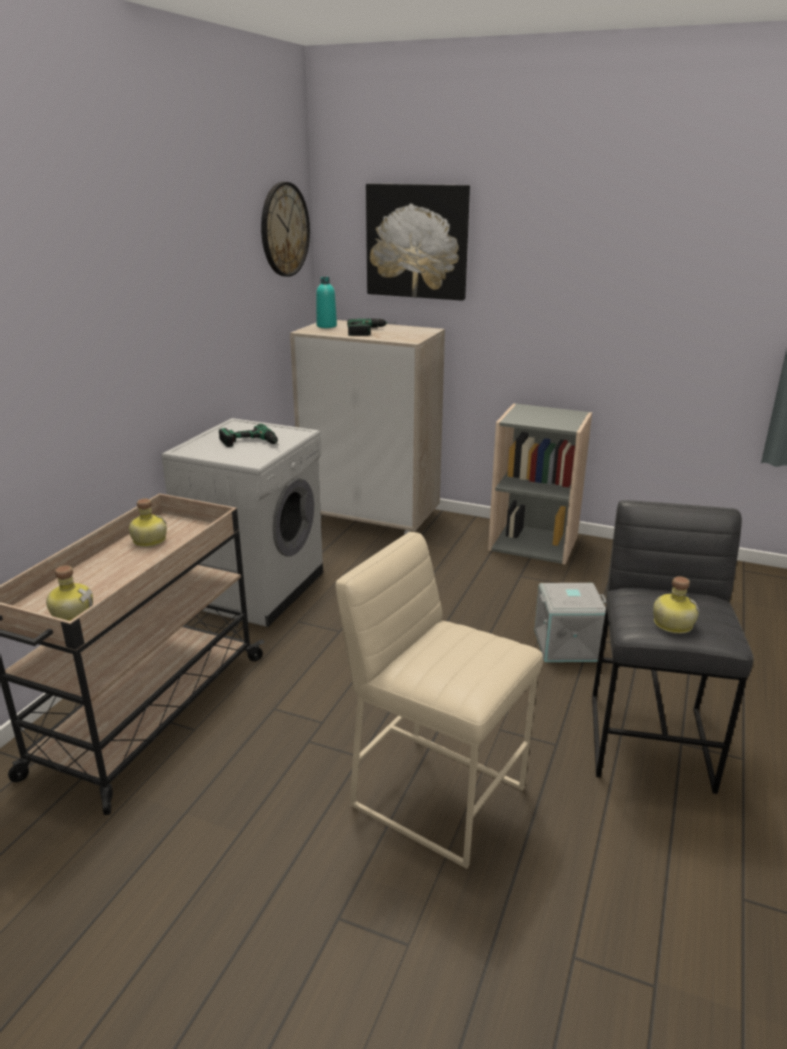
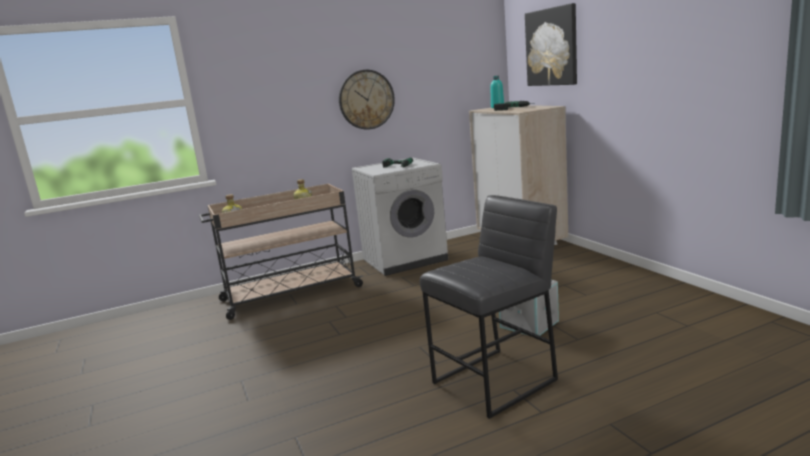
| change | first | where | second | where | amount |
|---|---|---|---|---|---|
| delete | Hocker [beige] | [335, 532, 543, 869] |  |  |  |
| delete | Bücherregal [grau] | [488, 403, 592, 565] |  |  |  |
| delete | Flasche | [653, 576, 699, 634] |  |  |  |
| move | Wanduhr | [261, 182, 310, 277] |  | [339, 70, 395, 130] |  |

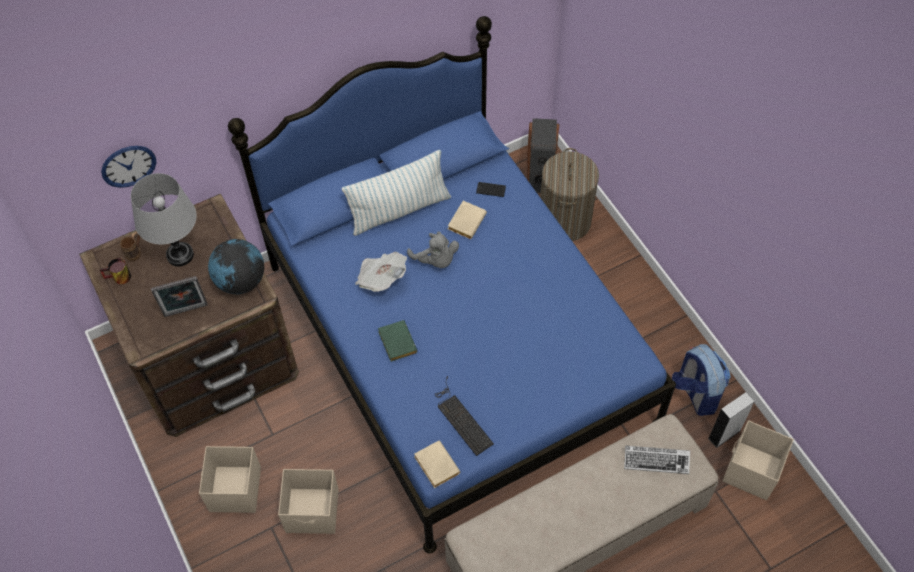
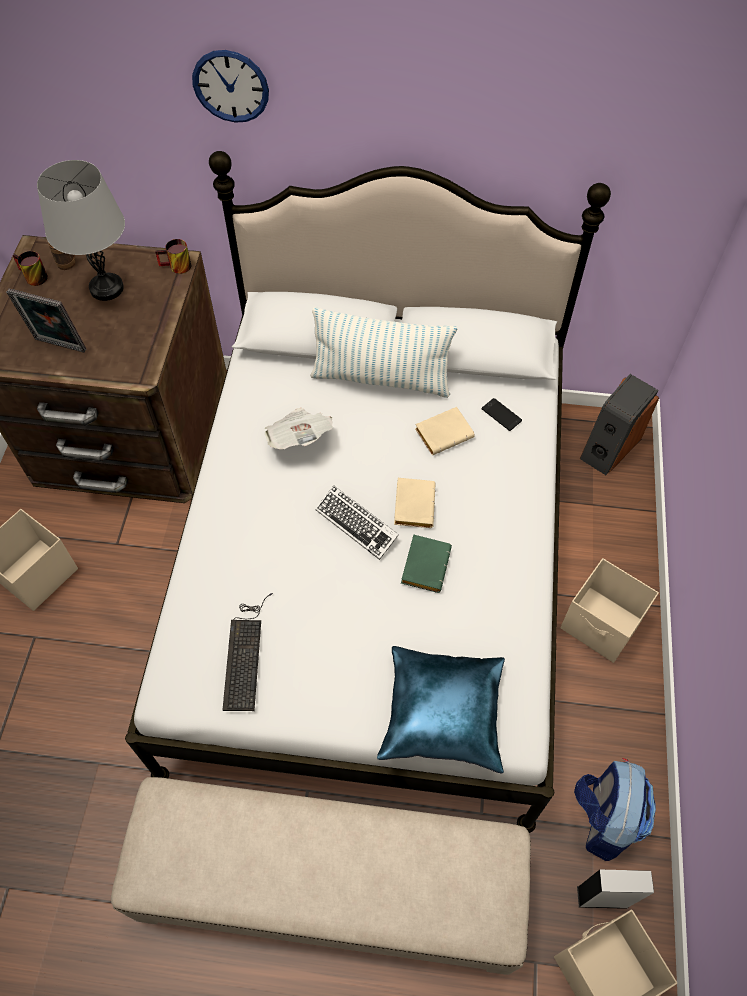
| change | first | where | second | where | amount |
|---|---|---|---|---|---|
| delete | Globus | [208, 239, 264, 294] |  |  |  |
| delete | Plüschtier [grau] | [407, 231, 459, 268] |  |  |  |
| delete | Wäschekorb | [540, 148, 599, 241] |  |  |  |
| insert |  |  | Henkelbecher | [155, 239, 191, 274] |  |
| insert |  |  | Kissen [blau] | [377, 646, 505, 773] |  |
| move | Wanduhr | [101, 146, 157, 188] |  | [192, 50, 269, 123] |  |
| move | Aufbewahrungsbox [beige] | [278, 469, 339, 534] |  | [560, 558, 659, 663] |  |
| move | Buch [grün] | [378, 320, 418, 362] |  | [401, 535, 452, 593] |  |
| move | Buch [beige] | [414, 441, 460, 488] |  | [394, 478, 436, 528] |  |
| move | Tastatur | [624, 446, 690, 474] |  | [315, 485, 399, 560] |  |
| recolor | Bett [blau] | [228, 16, 676, 553] | Bett [weiß] | [125, 151, 611, 833] |  |

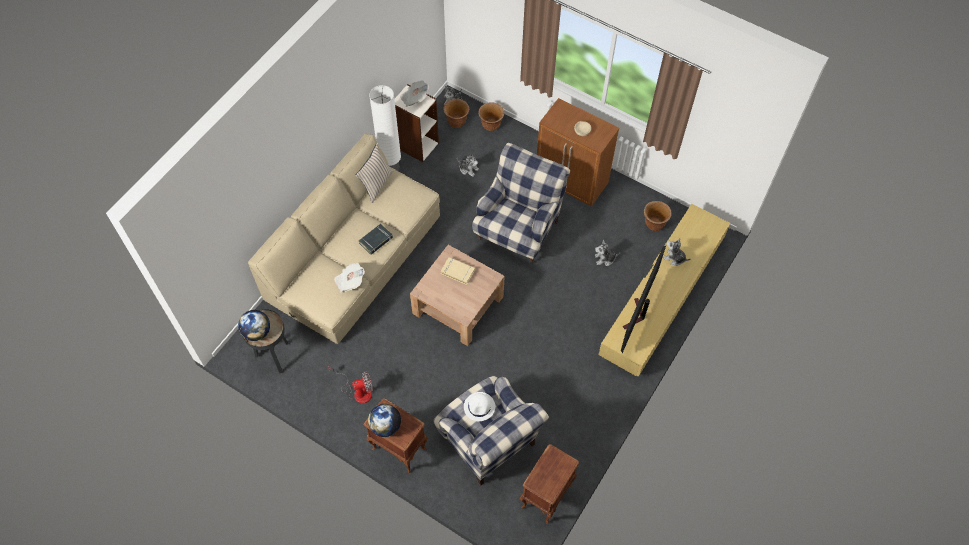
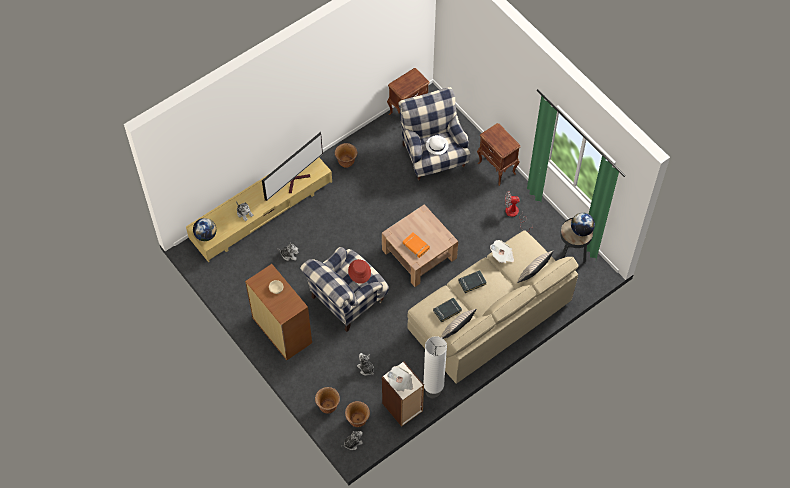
| change | first | where | second | where | amount |
|---|---|---|---|---|---|
| insert |  |  | Hut [rot] | [348, 259, 371, 284] |  |
| insert |  |  | Buch [schwarz] | [433, 298, 462, 323] |  |
| insert |  |  | Kissen [beige] | [517, 251, 553, 283] |  |
| move | Globus | [368, 404, 401, 437] |  | [193, 218, 216, 241] |  |
| move | Pflanzkübel [braun] | [644, 201, 672, 231] |  | [335, 143, 357, 168] |  |
| recolor | Buch [beige] | [440, 257, 475, 285] | Buch [orange] | [403, 232, 430, 258] |  |

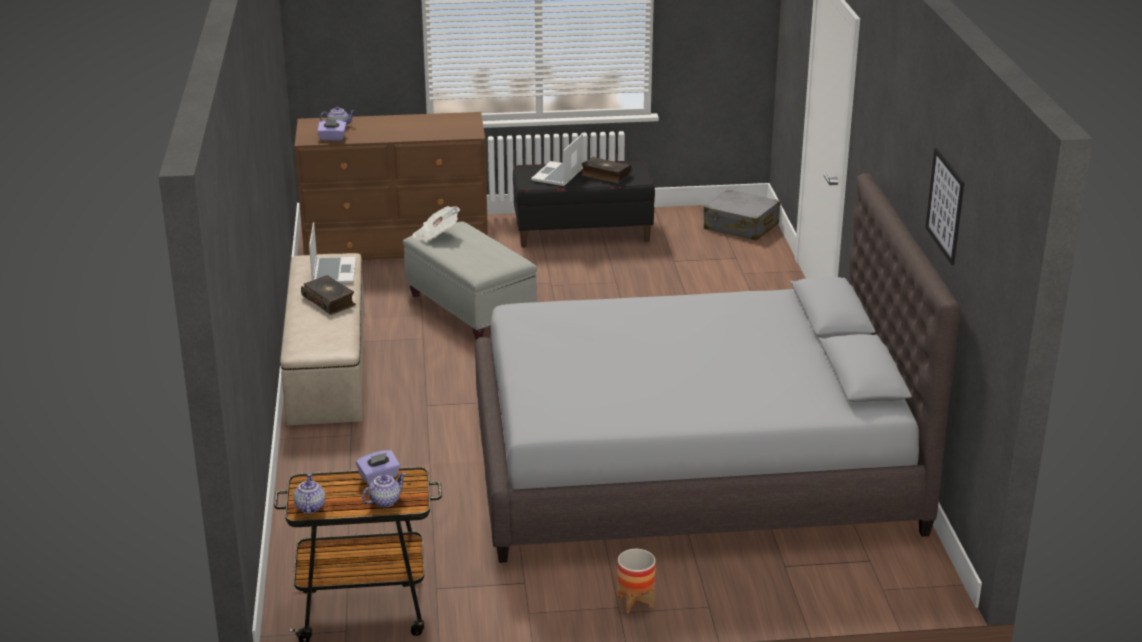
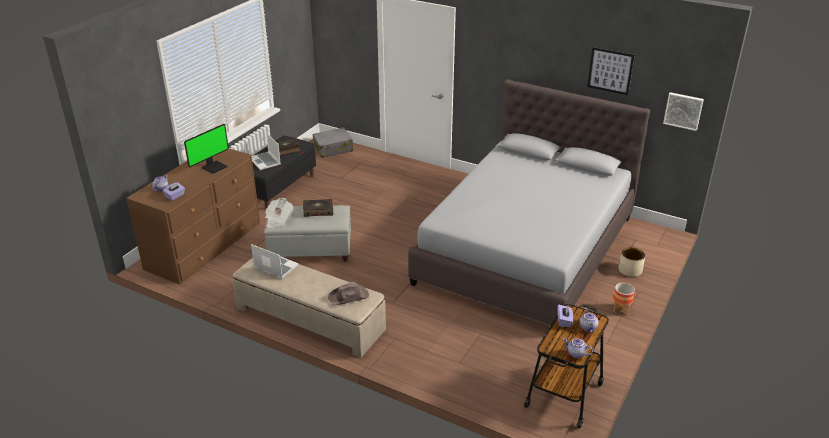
| change | first | where | second | where | amount |
|---|---|---|---|---|---|
| insert |  |  | Monitor | [184, 124, 229, 174] |  |
| insert |  |  | Hut [braun] | [328, 282, 369, 305] |  |
| insert |  |  | Pflanzkübel [beige] | [619, 247, 645, 277] |  |
| insert |  |  | Bild | [663, 92, 704, 131] |  |
| move | Buch | [301, 275, 356, 315] |  | [303, 199, 333, 217] |  |

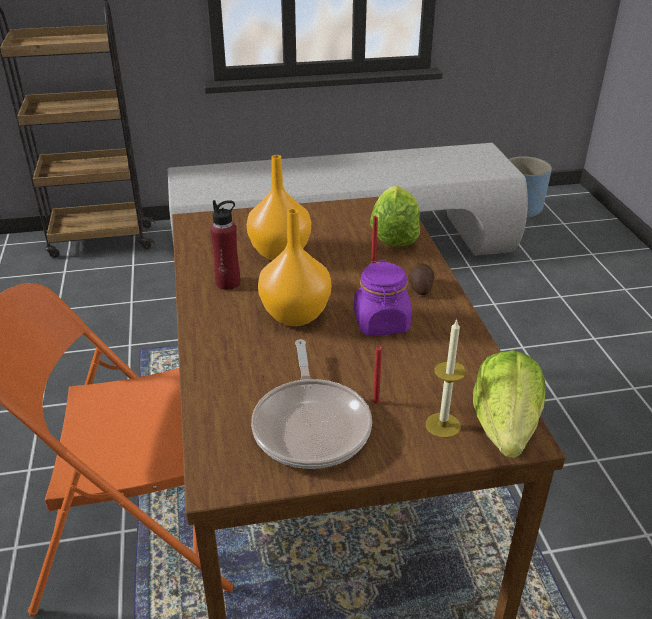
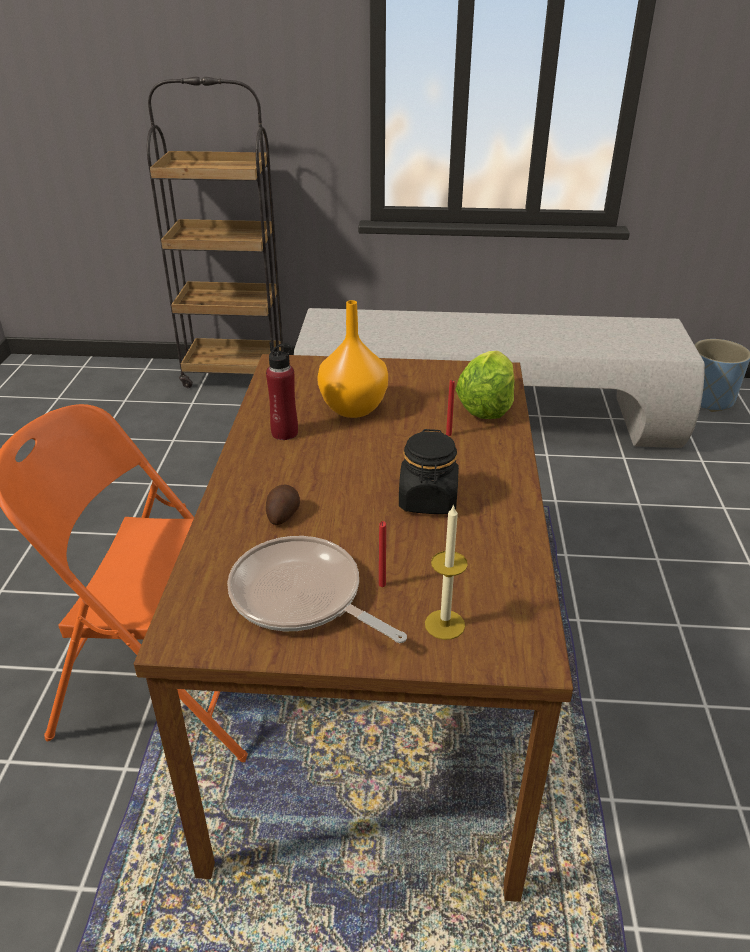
| change | first | where | second | where | amount |
|---|---|---|---|---|---|
| delete | Vase [orange] | [258, 209, 331, 326] |  |  |  |
| delete | Salatkopf | [473, 350, 545, 458] |  |  |  |
| move | Kartoffel | [408, 263, 434, 295] |  | [266, 485, 300, 525] |  |
| recolor | Vorratsglas [lila] | [354, 260, 412, 336] | Vorratsglas [schwarz] | [399, 429, 459, 514] |  |
| rotate | Pfanne | [251, 339, 372, 469] |  | [227, 536, 407, 643] | 120 degrees clockwise |

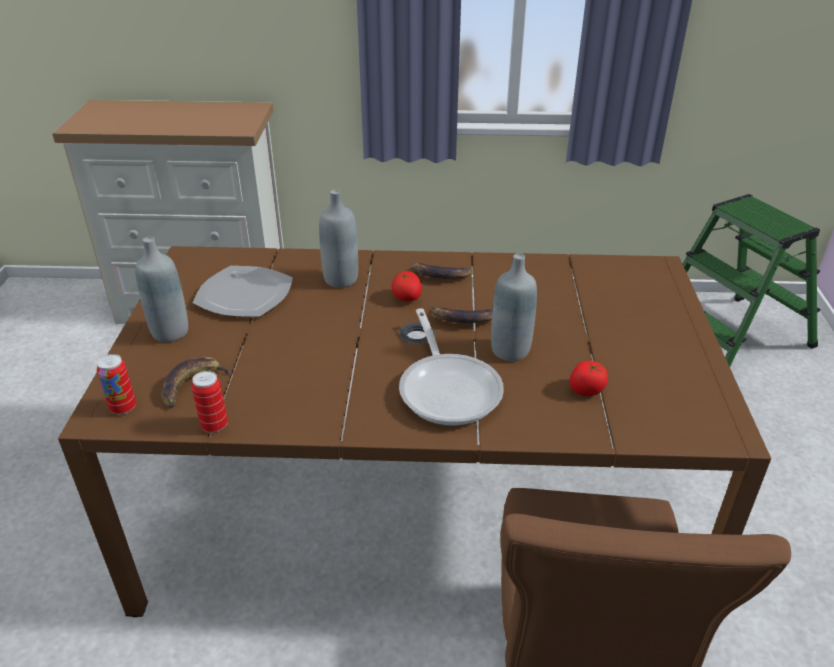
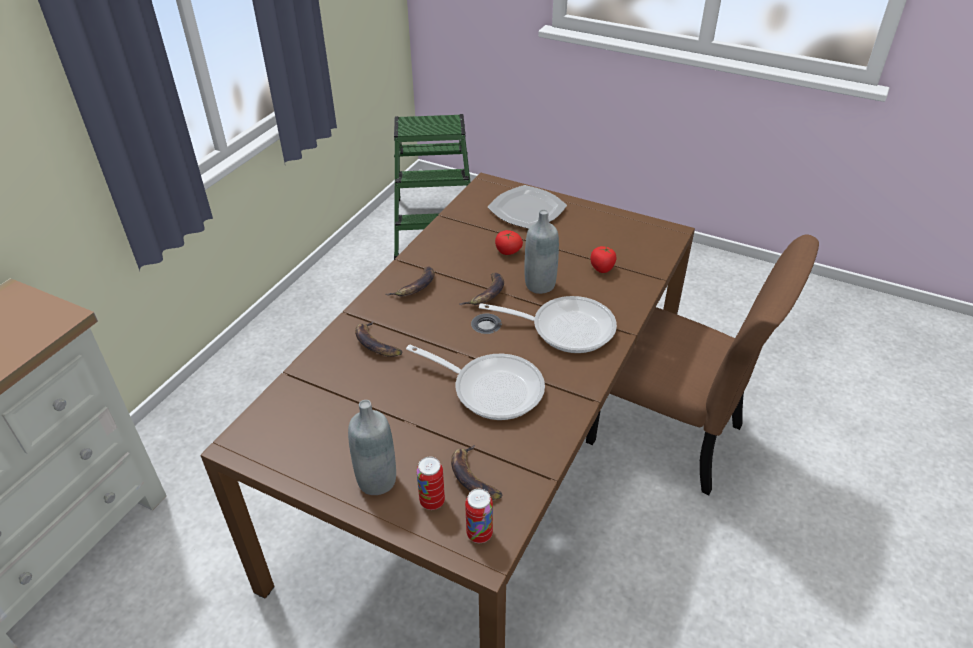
| change | first | where | second | where | amount |
|---|---|---|---|---|---|
| insert |  |  | Pfanne | [406, 345, 545, 420] |  |
| move | Dose | [192, 371, 228, 433] |  | [417, 457, 445, 510] |  |
| move | Teller | [193, 266, 293, 317] |  | [488, 185, 567, 229] |  |
| move | Tomate | [392, 271, 422, 301] |  | [495, 230, 523, 255] |  |
| replace | Flasche [grau] | [319, 190, 358, 288] | Banane | [355, 321, 403, 357] |  |

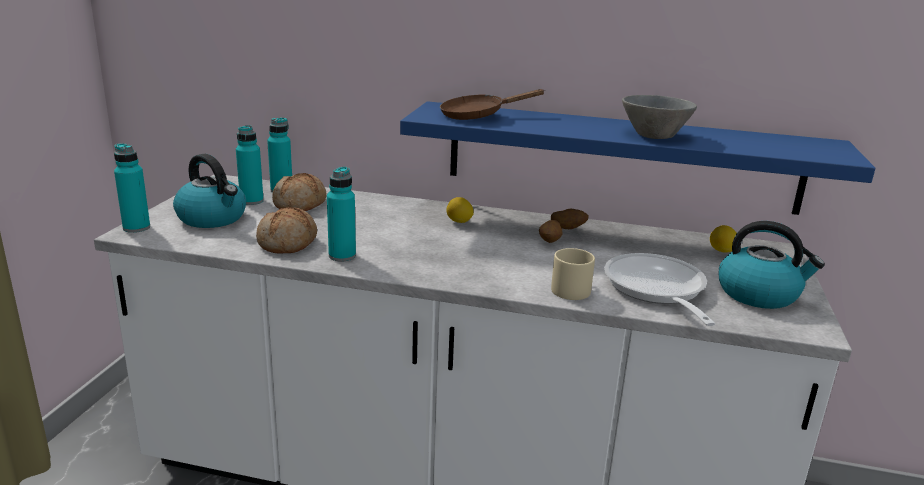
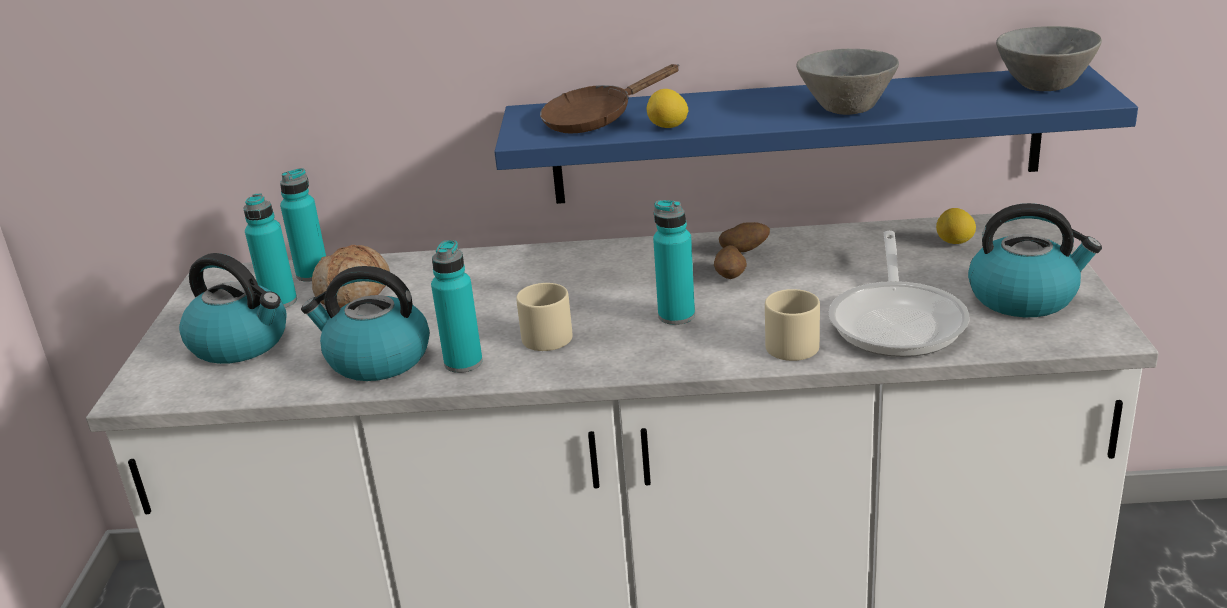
| change | first | where | second | where | amount |
|---|---|---|---|---|---|
| insert |  |  | Henkelbecher [beige] | [516, 283, 573, 351] |  |
| insert |  |  | Schüssel [grau] | [996, 26, 1102, 91] |  |
| move | Flasche [türkis] | [114, 143, 150, 233] |  | [653, 200, 695, 325] |  |
| move | Zitrone | [446, 197, 474, 223] |  | [647, 89, 688, 128] |  |
| replace | Brot | [256, 207, 317, 254] | Wasserkessel | [301, 266, 430, 381] |  |
| rotate | Pfanne | [604, 253, 715, 326] |  | [828, 231, 970, 357] | 150 degrees counterclockwise |

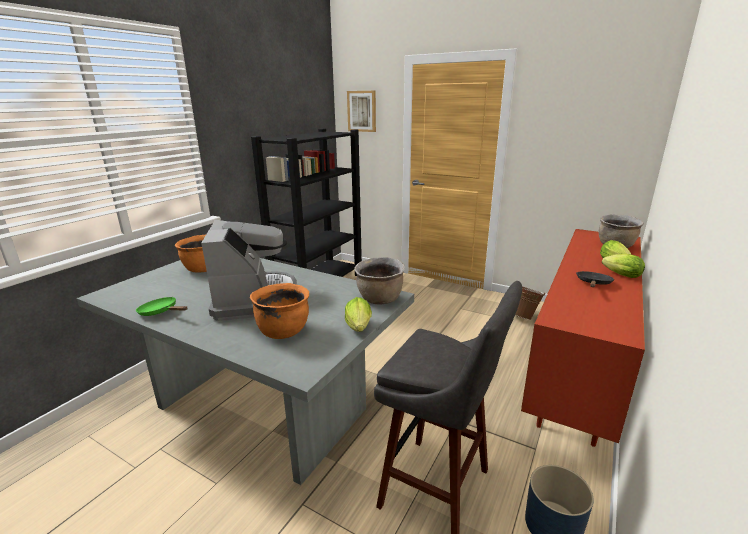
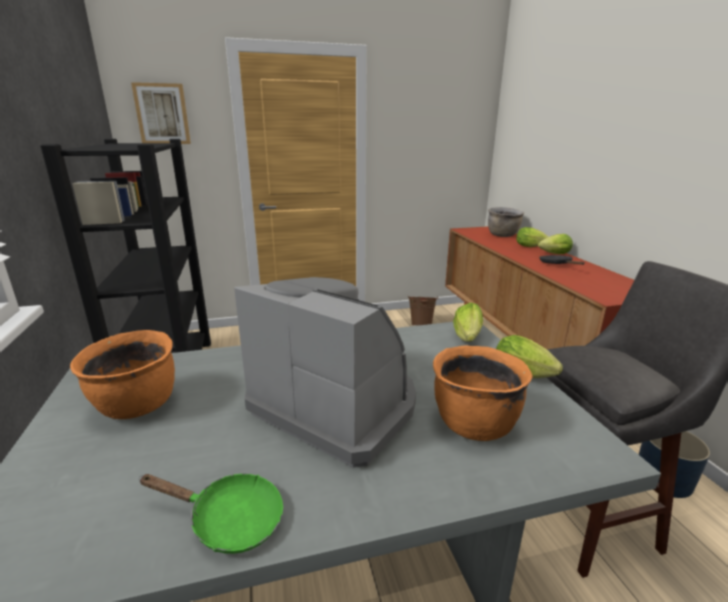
| change | first | where | second | where | amount |
|---|---|---|---|---|---|
| replace | Kochtopf [braun] | [354, 257, 405, 305] | Salatkopf | [453, 303, 483, 342] |  |
| rotate | Pfanne [grün] | [136, 297, 188, 316] |  | [139, 474, 283, 554] | 150 degrees counterclockwise |

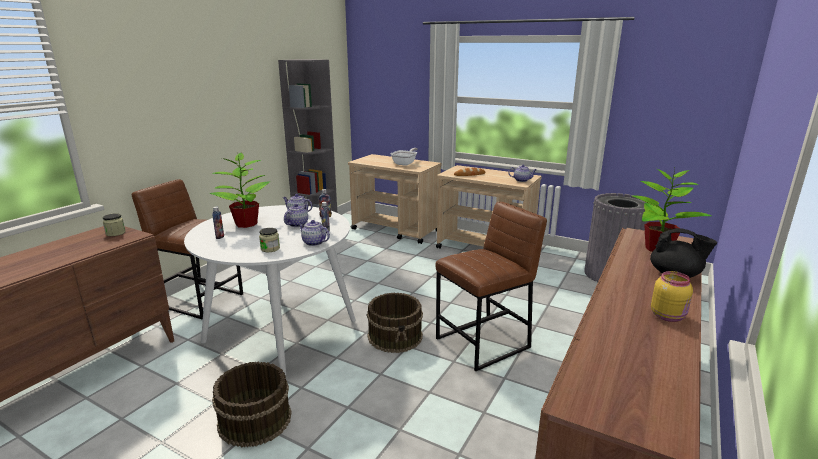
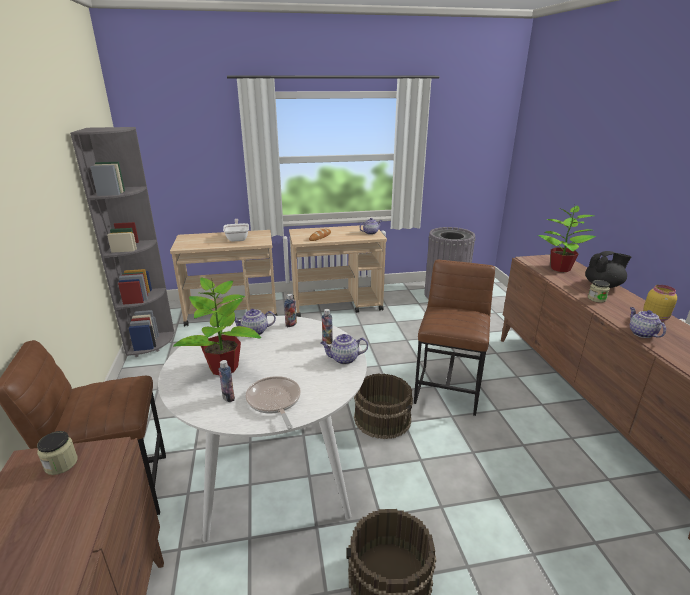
| change | first | where | second | where | amount |
|---|---|---|---|---|---|
| insert |  |  | Pfanne | [245, 376, 301, 429] |  |
| move | Vorratsglas | [259, 228, 280, 252] |  | [588, 280, 610, 303] |  |
| move | Teekanne | [284, 204, 308, 227] |  | [630, 307, 666, 338] |  |

